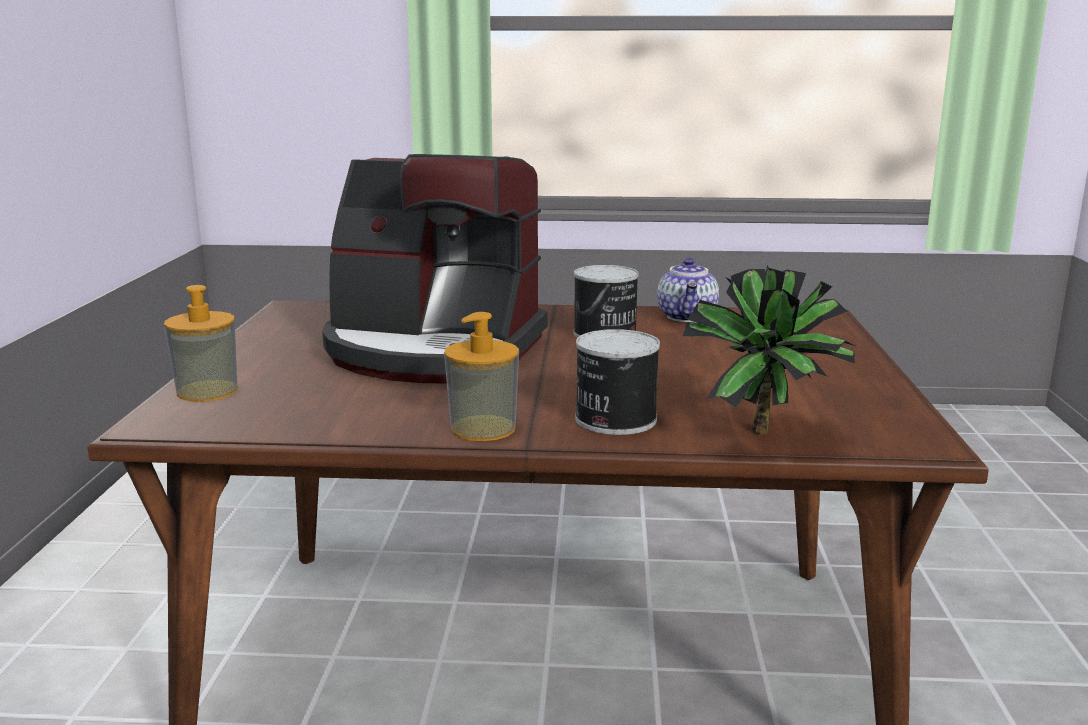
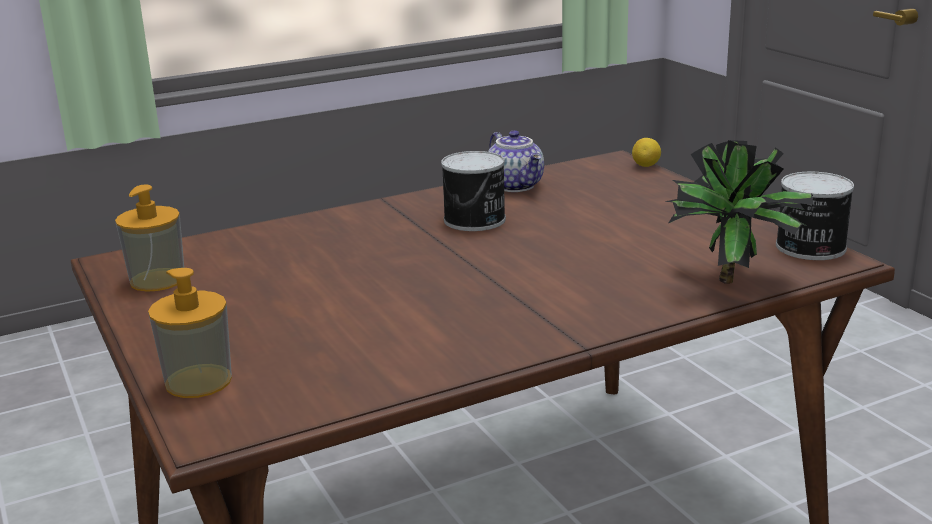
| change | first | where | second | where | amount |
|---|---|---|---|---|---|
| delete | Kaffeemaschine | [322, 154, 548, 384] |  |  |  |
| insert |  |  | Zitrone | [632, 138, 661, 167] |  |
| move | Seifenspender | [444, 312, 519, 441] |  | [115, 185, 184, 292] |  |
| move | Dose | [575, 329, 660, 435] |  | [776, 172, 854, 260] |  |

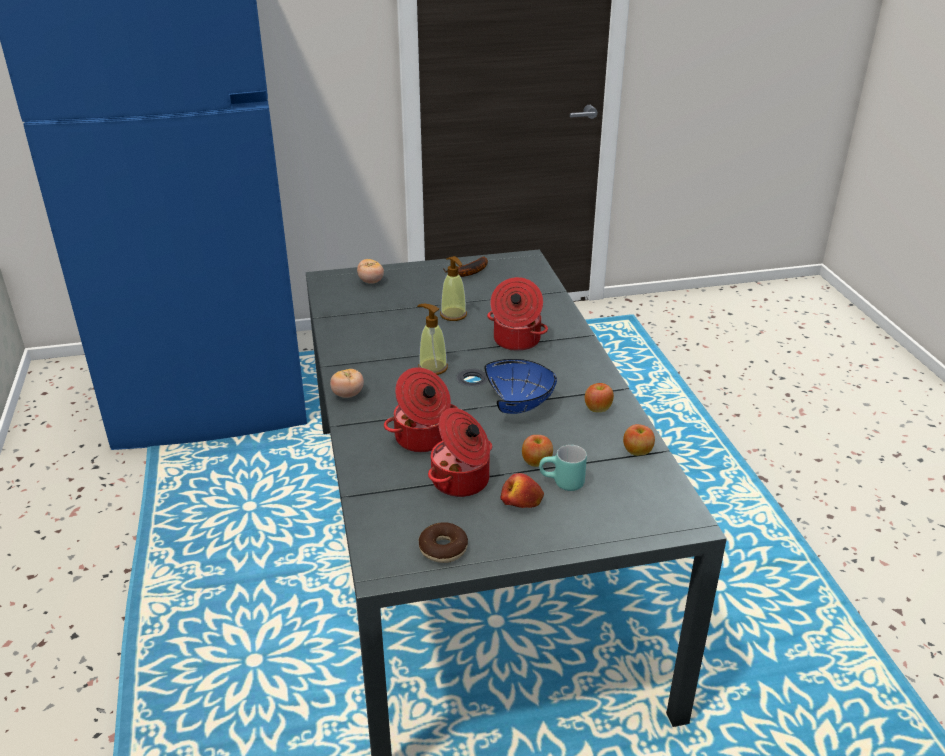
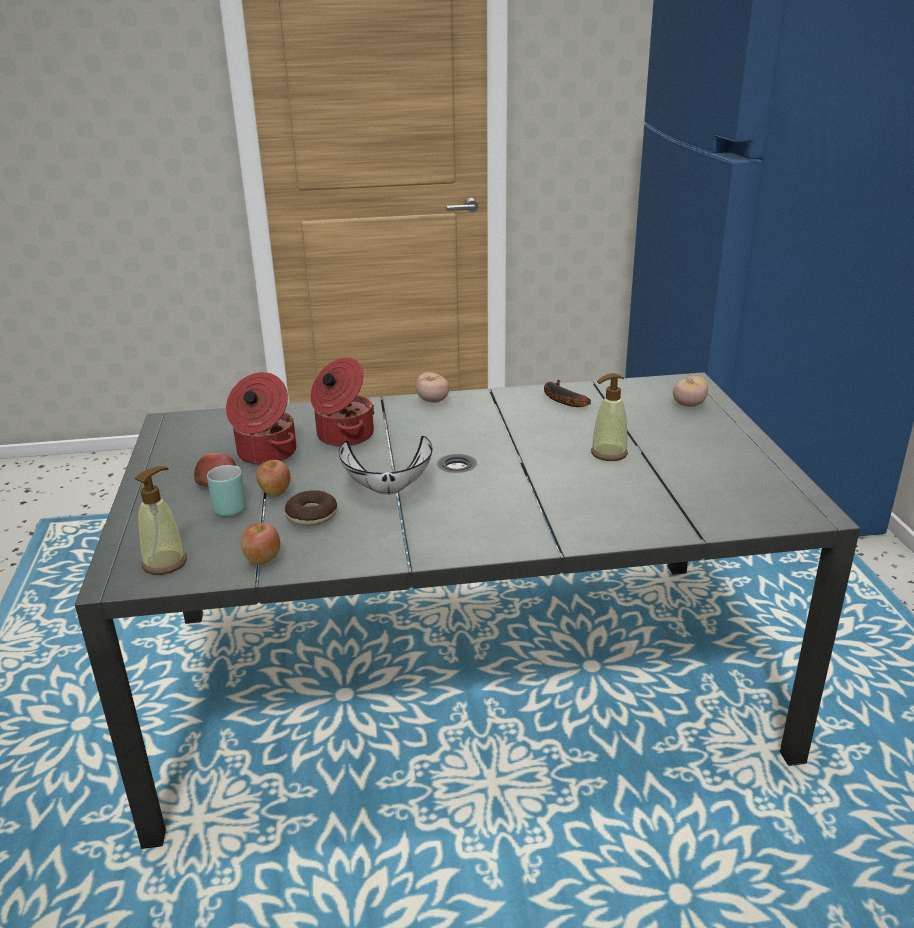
| change | first | where | second | where | amount |
|---|---|---|---|---|---|
| delete | Kochtopf | [487, 277, 548, 351] |  |  |  |
| delete | Apfel | [585, 383, 614, 412] |  |  |  |
| move | Seifenspender | [417, 304, 448, 375] |  | [135, 466, 187, 575] |  |
| move | Donut | [418, 522, 468, 563] |  | [285, 490, 337, 526] |  |
| move | Banane | [443, 256, 488, 277] |  | [544, 380, 591, 407] |  |
| recolor | Schüssel [blau] | [484, 359, 557, 414] | Schüssel [weiß] | [339, 436, 432, 495] |  |

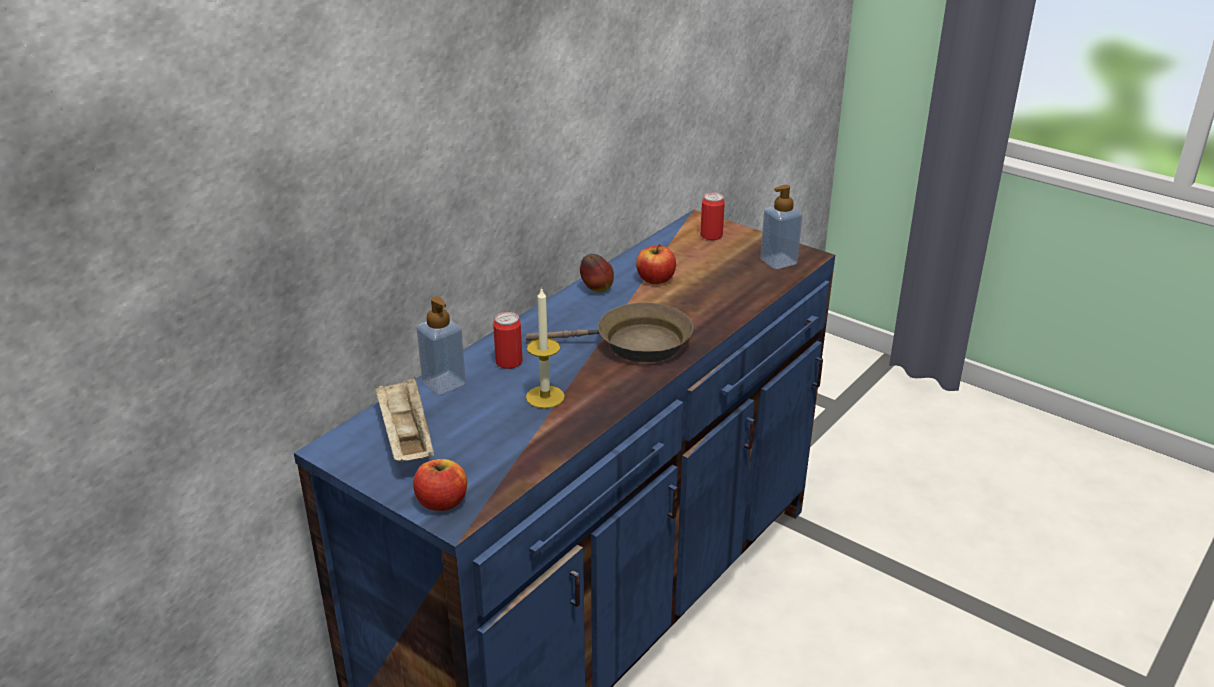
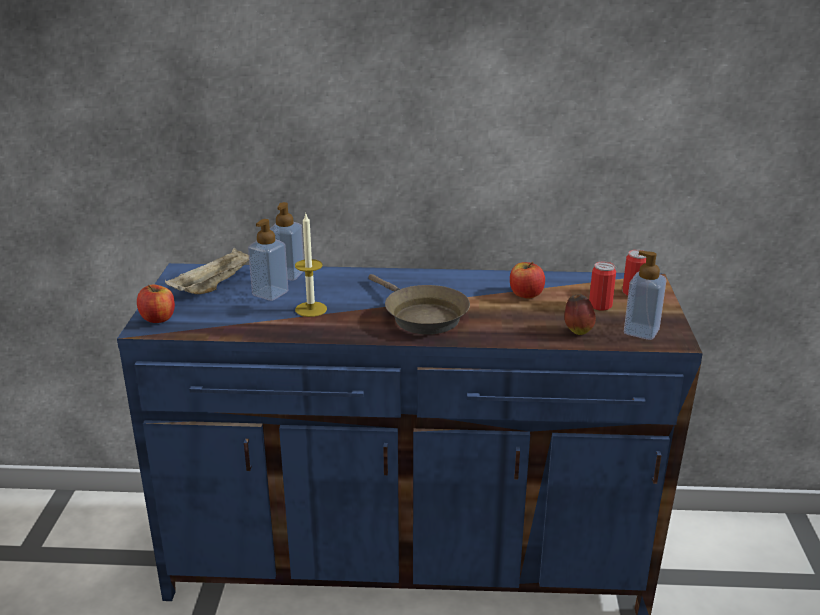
| change | first | where | second | where | amount |
|---|---|---|---|---|---|
| insert |  |  | Seifenspender | [248, 219, 288, 301] |  |
| move | Dose | [493, 312, 523, 369] |  | [589, 262, 616, 310] |  |
| move | Apfel | [580, 254, 614, 292] |  | [564, 294, 596, 335] |  |

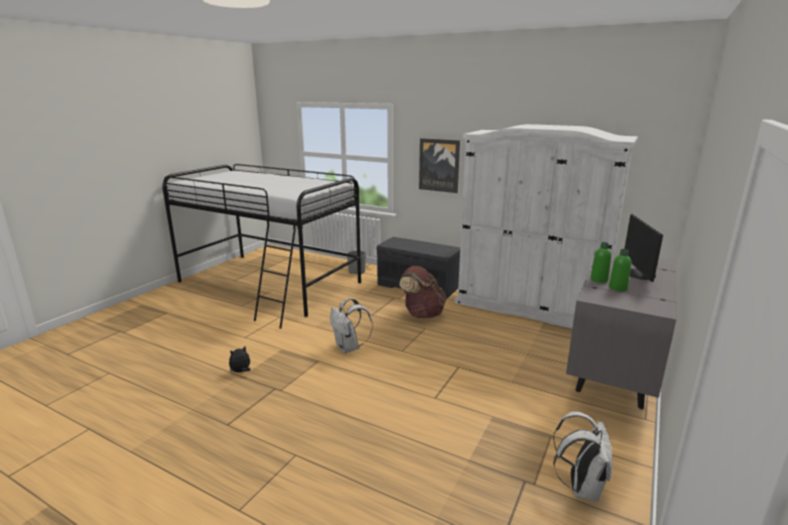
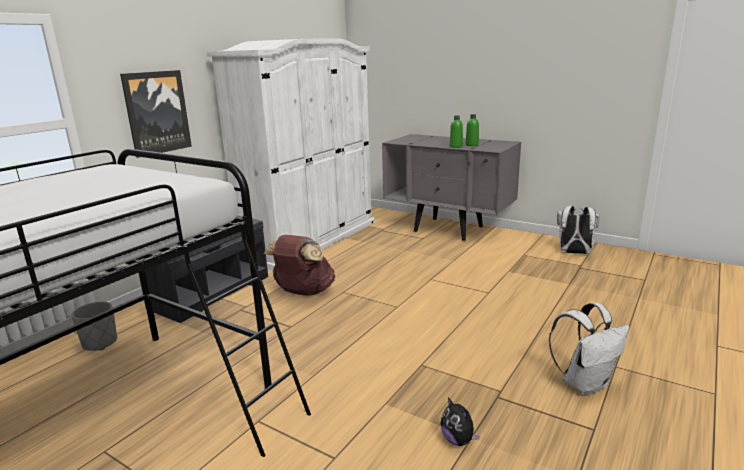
| change | first | where | second | where | amount |
|---|---|---|---|---|---|
| delete | Monitor | [624, 214, 663, 282] |  |  |  |
| move | Rucksack [weiß] | [330, 298, 373, 353] |  | [549, 303, 630, 395] |  |

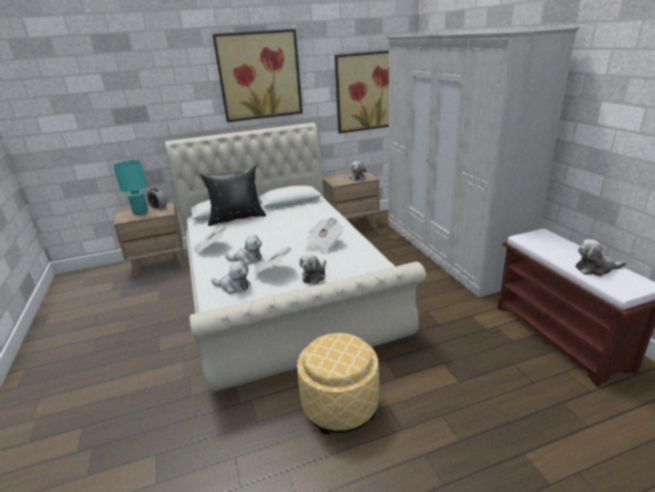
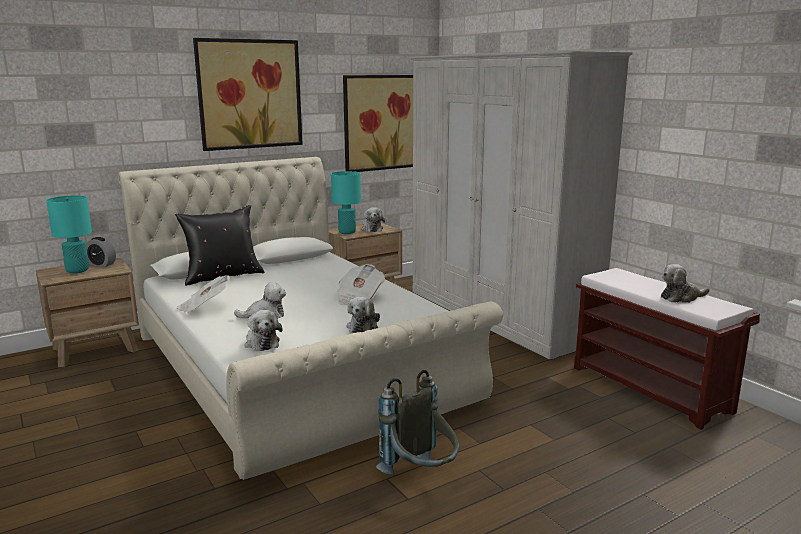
| change | first | where | second | where | amount |
|---|---|---|---|---|---|
| delete | Zeitung | [253, 246, 292, 275] |  |  |  |
| insert |  |  | Tischlampe [türkis] | [331, 171, 361, 234] |  |
| replace | Polsterhocker | [297, 333, 379, 435] | Rucksack [grau] | [376, 370, 459, 475] |  |
| rotate | Plüschtier | [211, 261, 251, 294] |  | [245, 310, 282, 351] | 60 degrees clockwise |

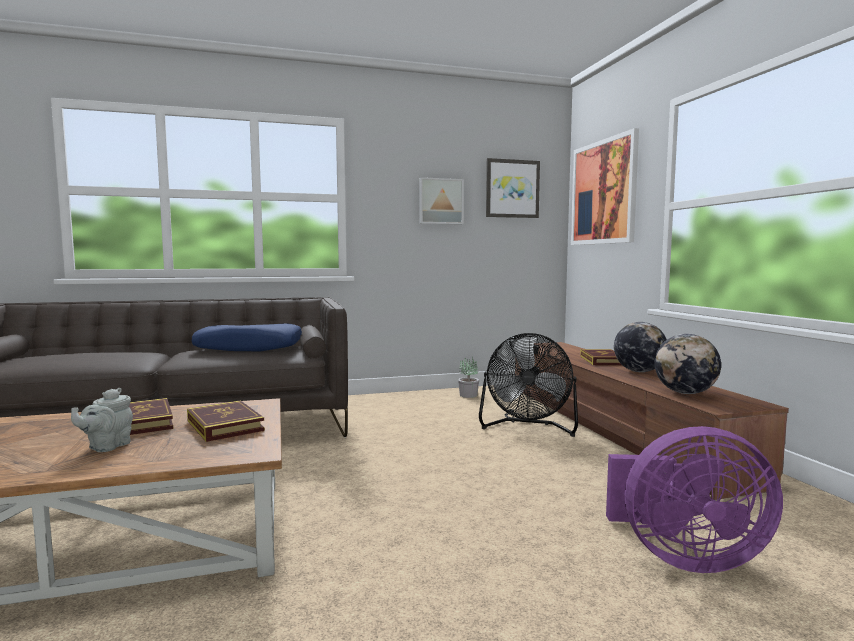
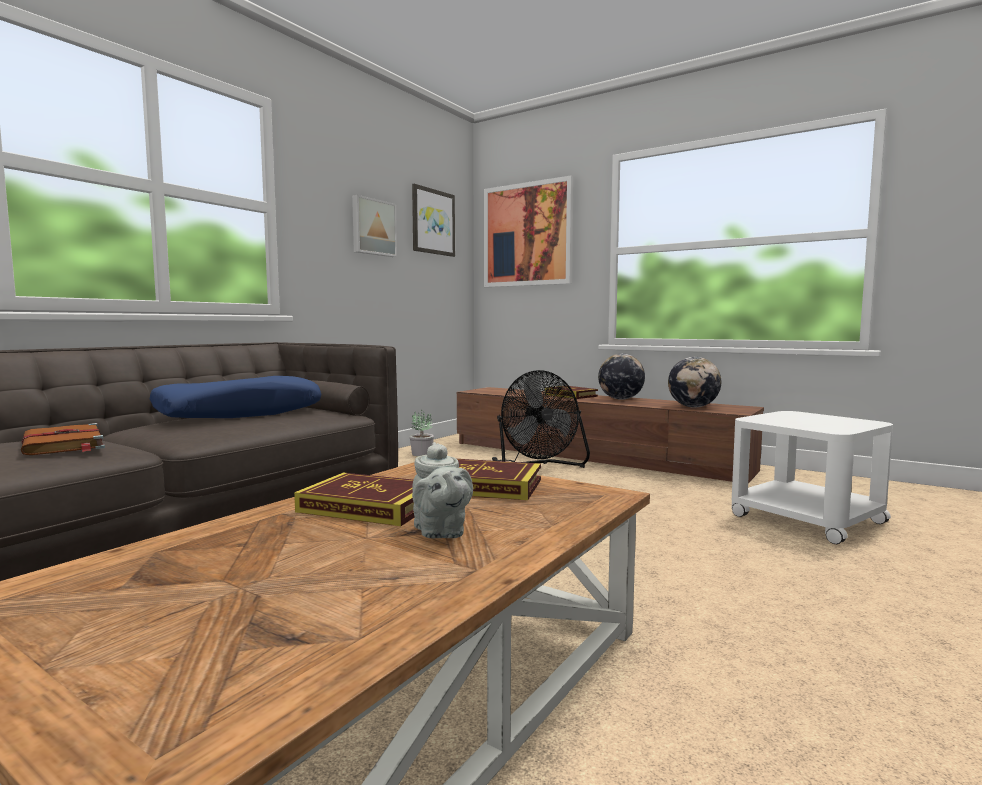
| change | first | where | second | where | amount |
|---|---|---|---|---|---|
| insert |  |  | Buch [braun] | [21, 423, 105, 455] |  |
| replace | Ventilator [lila] | [606, 426, 783, 573] | Beistelltisch [weiß] | [732, 411, 893, 544] |  |

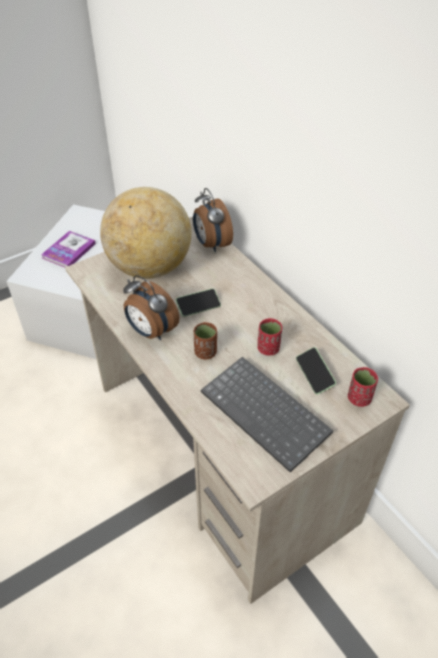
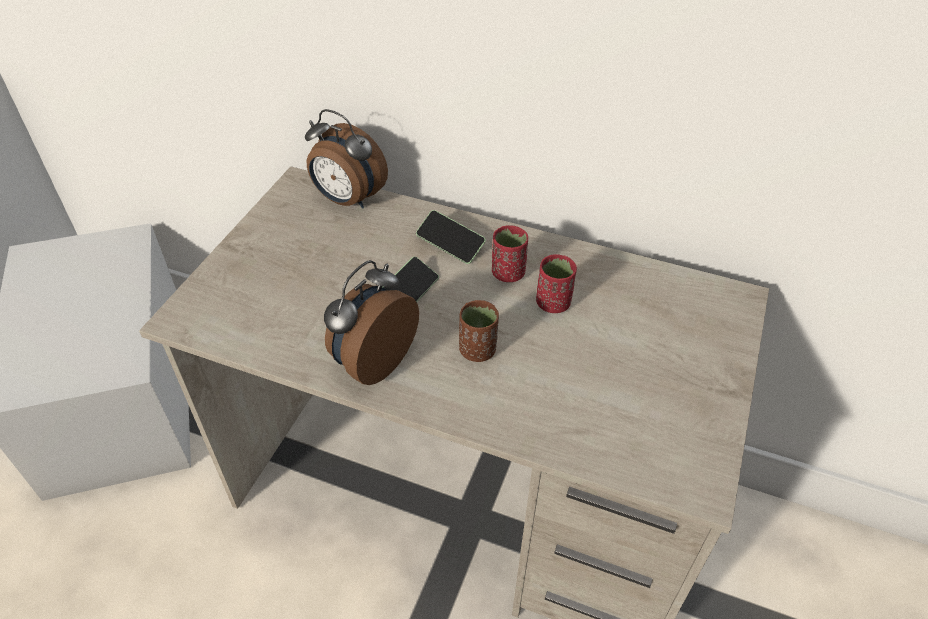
| change | first | where | second | where | amount |
|---|---|---|---|---|---|
| delete | Buch | [41, 231, 96, 267] |  |  |  |
| delete | Globus | [100, 187, 192, 279] |  |  |  |
| delete | Tastatur | [201, 357, 333, 472] |  |  |  |
| move | Handy | [296, 347, 336, 395] |  | [416, 210, 486, 264] |  |
| move | Tasse [rot] | [348, 367, 378, 407] |  | [492, 226, 528, 282] |  |
| rotate | Wecker | [123, 275, 179, 340] |  | [324, 260, 419, 385] | 120 degrees clockwise |

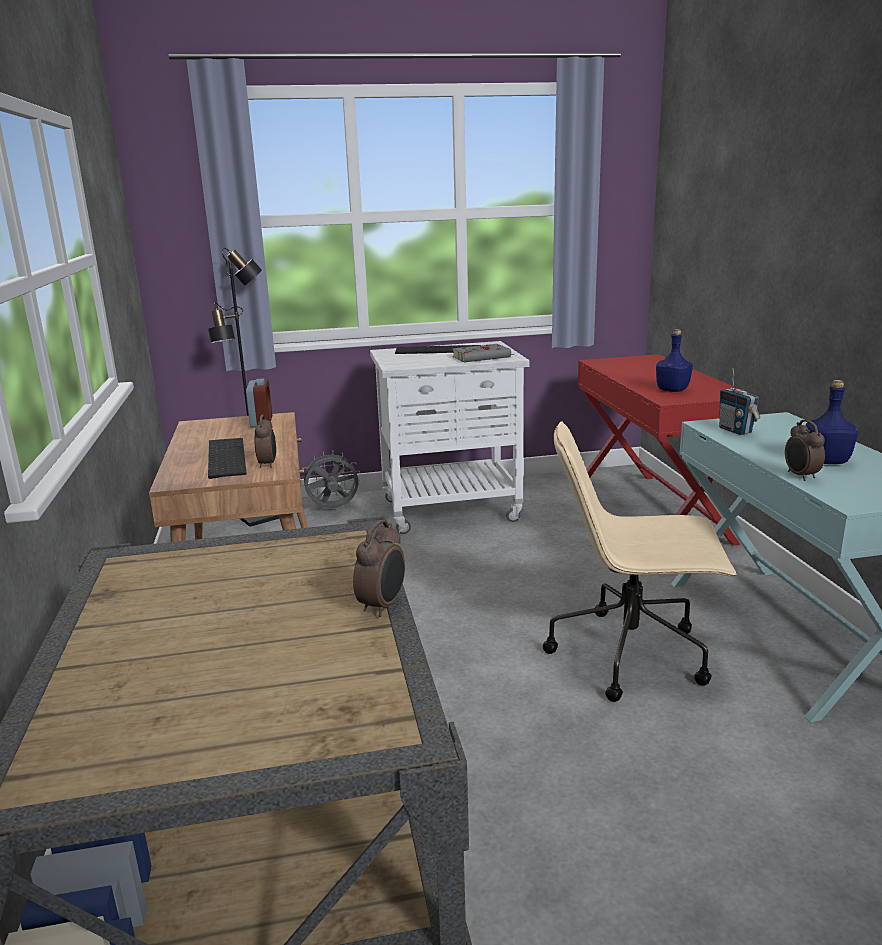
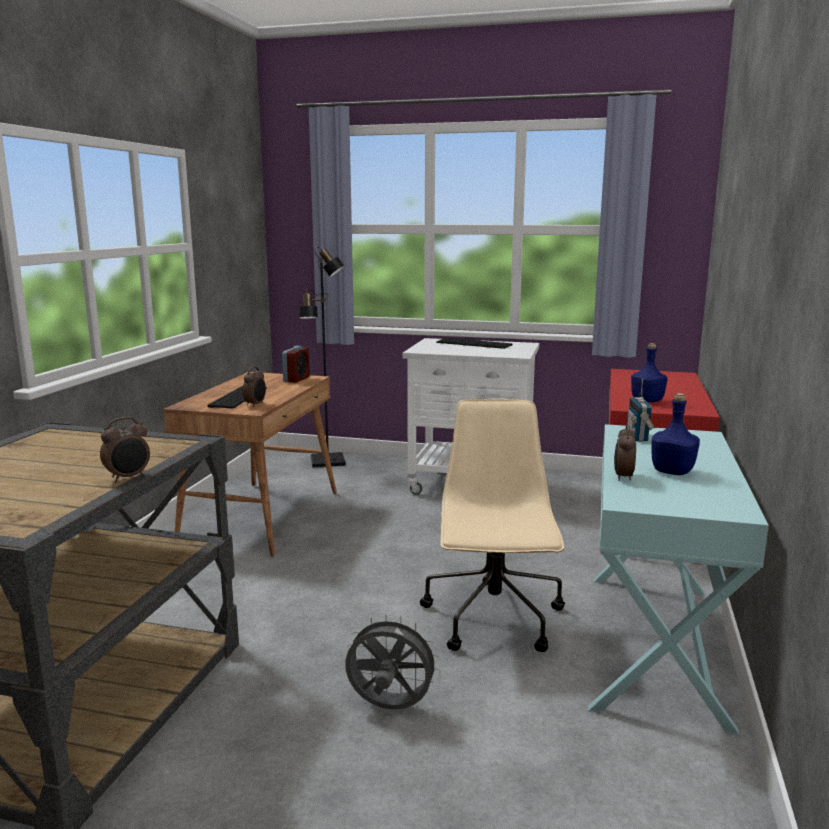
| change | first | where | second | where | amount |
|---|---|---|---|---|---|
| delete | Buch [grau] | [452, 344, 513, 362] |  |  |  |
| move | Ventilator [grau] | [300, 450, 361, 508] |  | [345, 614, 441, 710] |  |
| rotate | Bürostuhl [beige] | [543, 421, 736, 702] |  | [420, 399, 565, 652] | 60 degrees clockwise |

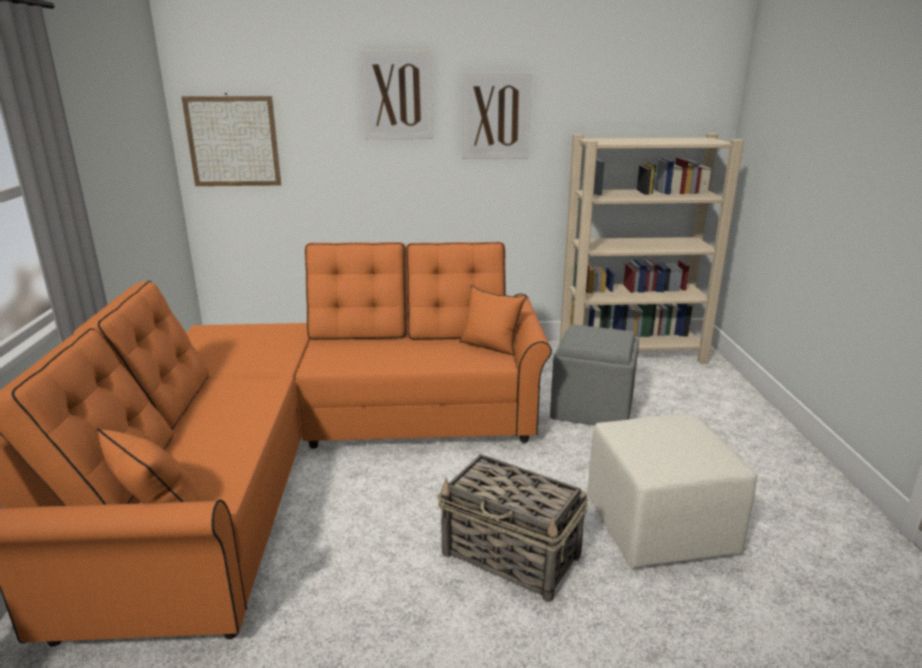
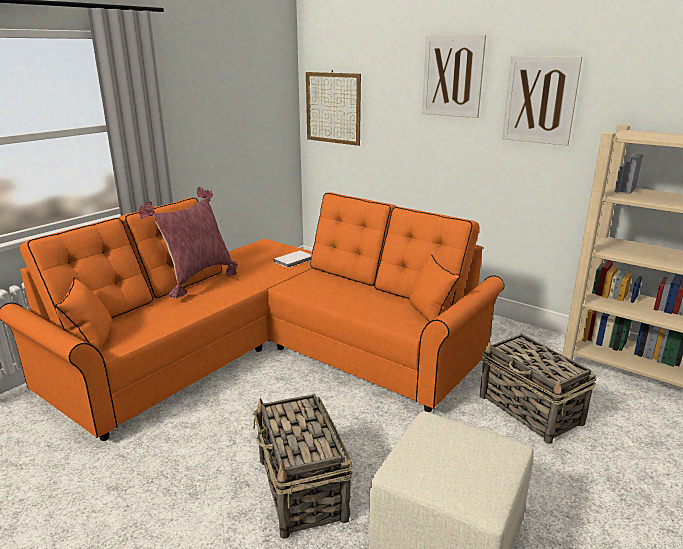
| change | first | where | second | where | amount |
|---|---|---|---|---|---|
| insert |  |  | Kissen [rot] | [138, 187, 238, 299] |  |
| insert |  |  | Buch [weiß] | [273, 251, 312, 268] |  |
| replace | Polsterhocker [grau] | [550, 324, 639, 426] | Korb | [479, 334, 597, 444] |  |

